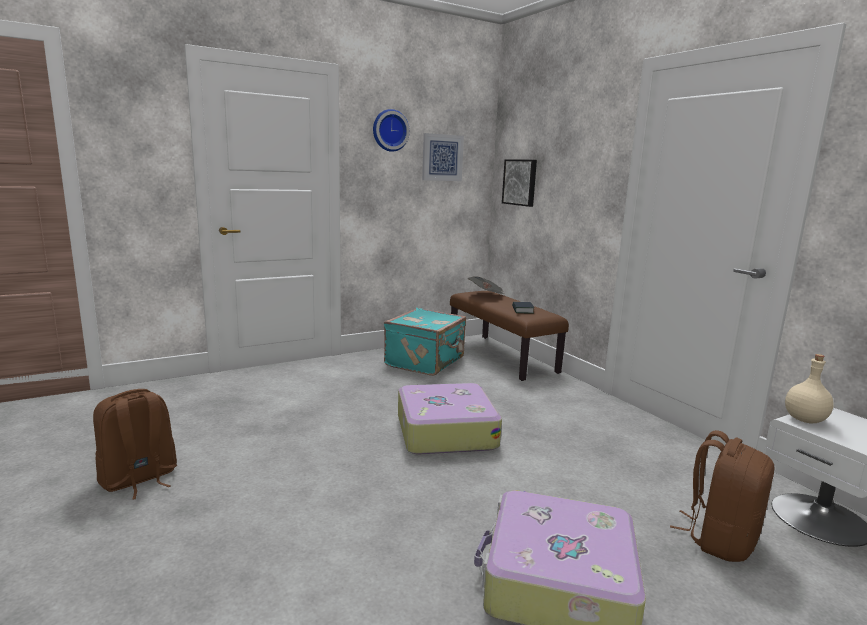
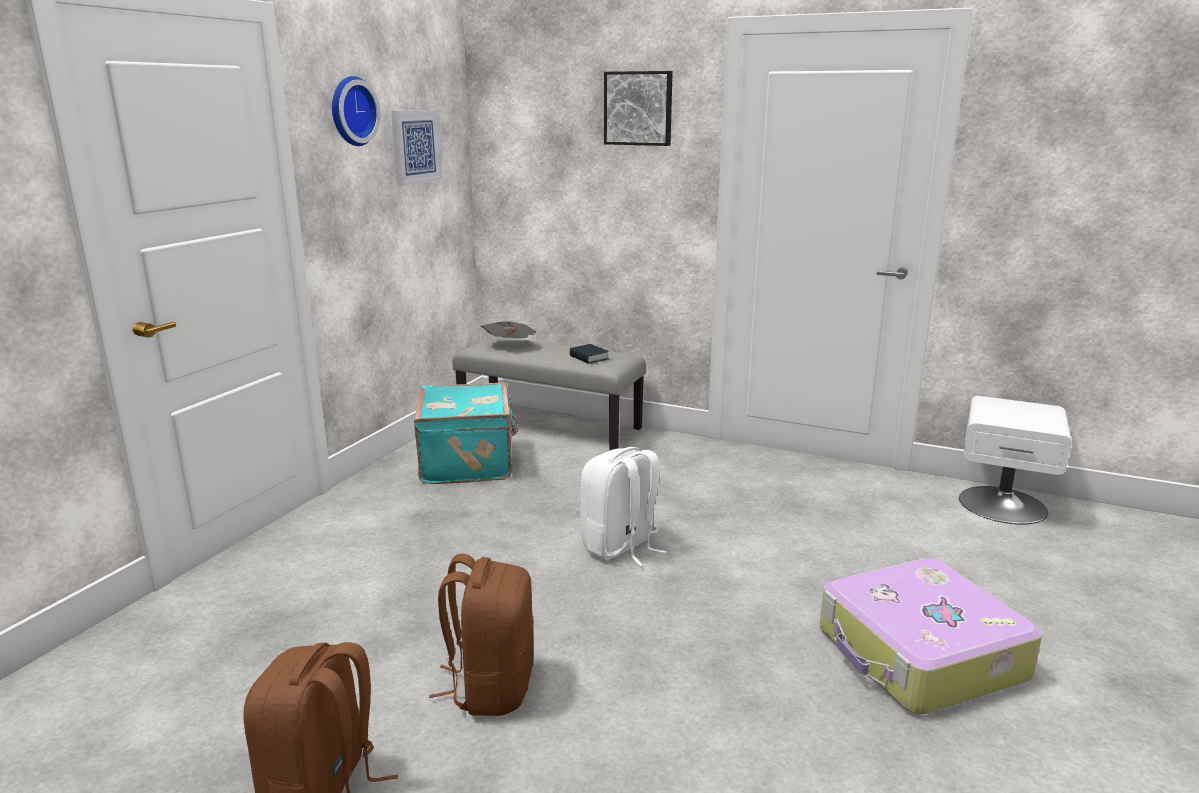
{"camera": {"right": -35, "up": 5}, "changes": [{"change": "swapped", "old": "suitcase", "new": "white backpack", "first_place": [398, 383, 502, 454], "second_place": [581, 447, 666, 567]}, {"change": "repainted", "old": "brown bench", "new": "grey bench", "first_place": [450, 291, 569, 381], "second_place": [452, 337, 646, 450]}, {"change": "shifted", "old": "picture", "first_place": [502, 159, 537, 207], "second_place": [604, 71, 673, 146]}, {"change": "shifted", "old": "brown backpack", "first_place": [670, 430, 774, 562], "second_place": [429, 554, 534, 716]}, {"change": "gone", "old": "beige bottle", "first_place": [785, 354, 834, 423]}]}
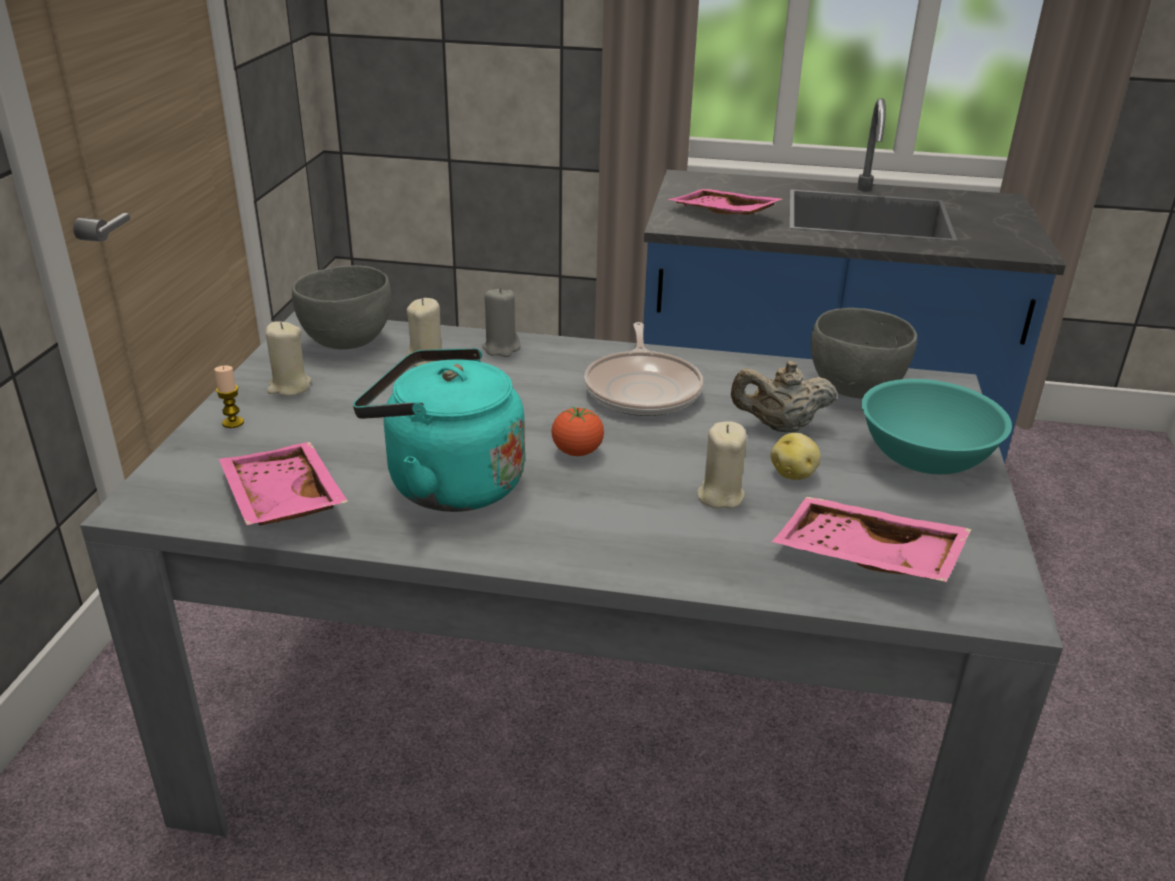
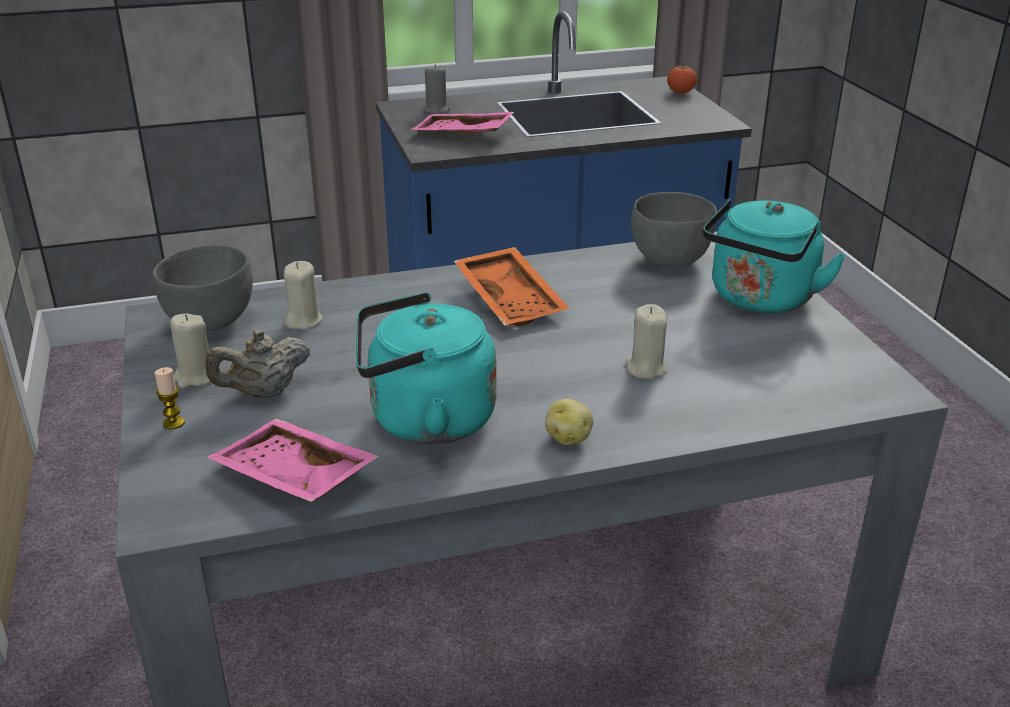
{"camera": {"right": -25, "up": 0}, "changes": [{"change": "shifted", "old": "grey candle", "first_place": [482, 287, 521, 357], "second_place": [424, 64, 450, 114]}, {"change": "shifted", "old": "tomato", "first_place": [551, 407, 604, 456], "second_place": [667, 64, 697, 93]}, {"change": "swapped", "old": "frying pan", "new": "orange tray", "first_place": [584, 322, 703, 416], "second_place": [454, 247, 569, 326]}, {"change": "shifted", "old": "beige teapot", "first_place": [731, 361, 838, 433], "second_place": [205, 330, 310, 398]}, {"change": "shifted", "old": "potato", "first_place": [770, 433, 821, 480], "second_place": [545, 399, 593, 445]}, {"change": "gone", "old": "pink tray", "first_place": [772, 497, 972, 582]}, {"change": "swapped", "old": "turquoise bowl", "new": "turquoise kettle", "first_place": [861, 379, 1012, 474], "second_place": [703, 199, 846, 313]}]}
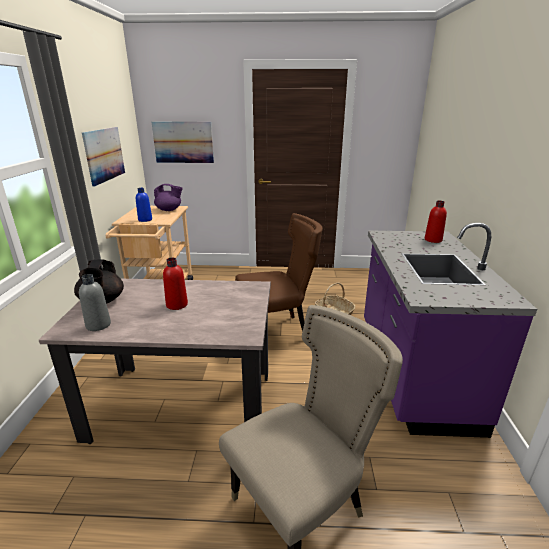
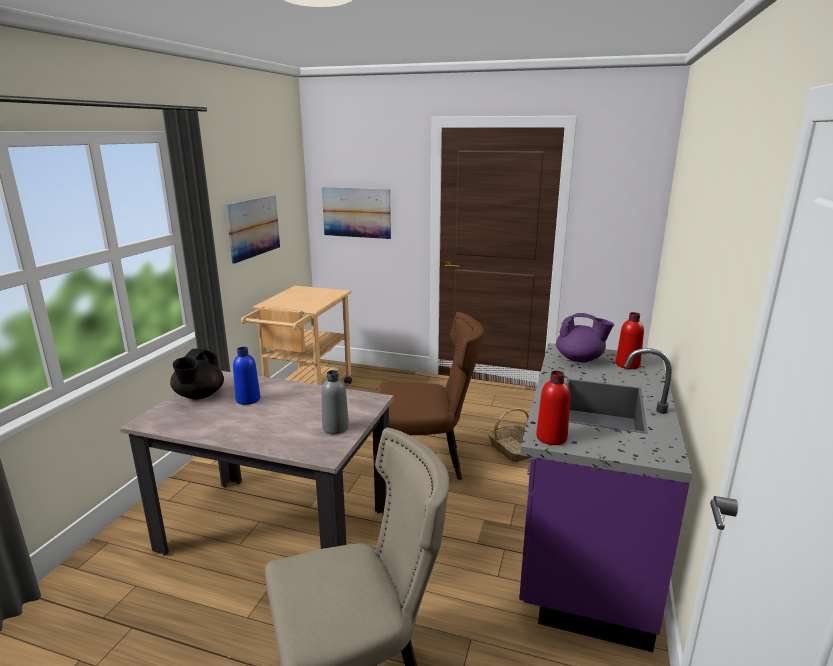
{"camera": {"right": 15, "up": -5}, "changes": [{"change": "shifted", "old": "grey bottle", "first_place": [79, 274, 111, 331], "second_place": [321, 370, 349, 434]}, {"change": "shifted", "old": "blue bottle", "first_place": [136, 188, 152, 222], "second_place": [233, 347, 260, 405]}, {"change": "shifted", "old": "purple teapot", "first_place": [154, 184, 183, 211], "second_place": [556, 313, 614, 362]}, {"change": "shifted", "old": "red bottle", "first_place": [163, 258, 188, 310], "second_place": [536, 371, 570, 445]}]}
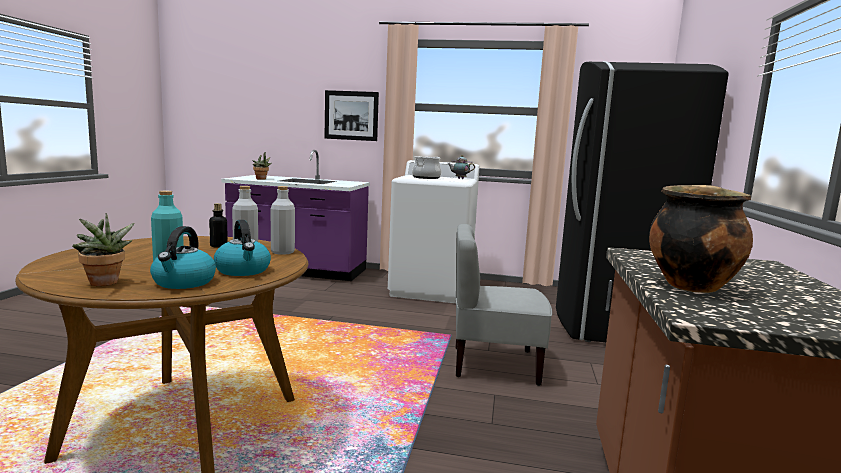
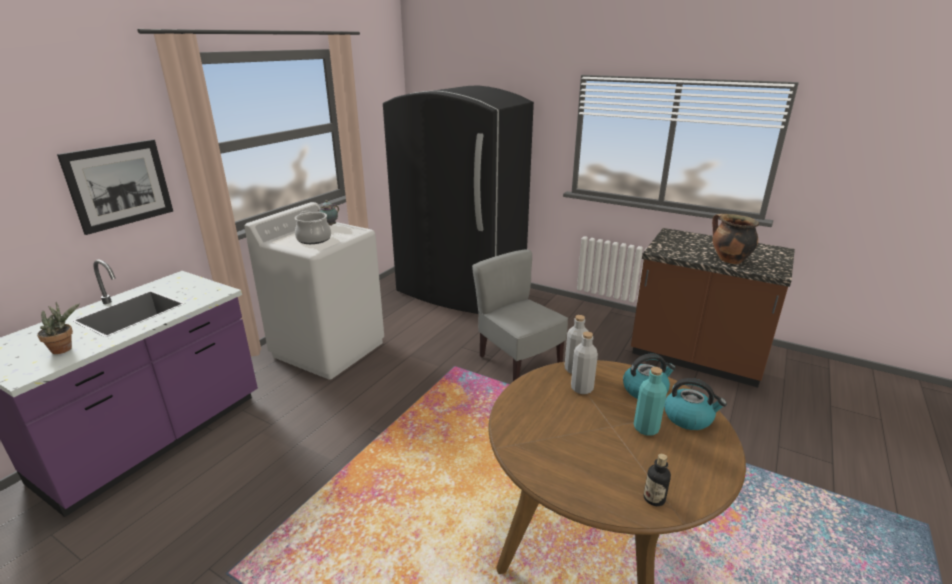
{"camera": {"right": -70, "up": 15}, "changes": [{"change": "gone", "old": "potted plant", "first_place": [72, 213, 134, 286]}, {"change": "shifted", "old": "bottle", "first_place": [209, 203, 228, 248], "second_place": [644, 454, 671, 506]}, {"change": "rotated", "old": "grey chair", "first_place": [455, 224, 552, 386], "second_place": [472, 249, 568, 381], "degrees": 120}]}
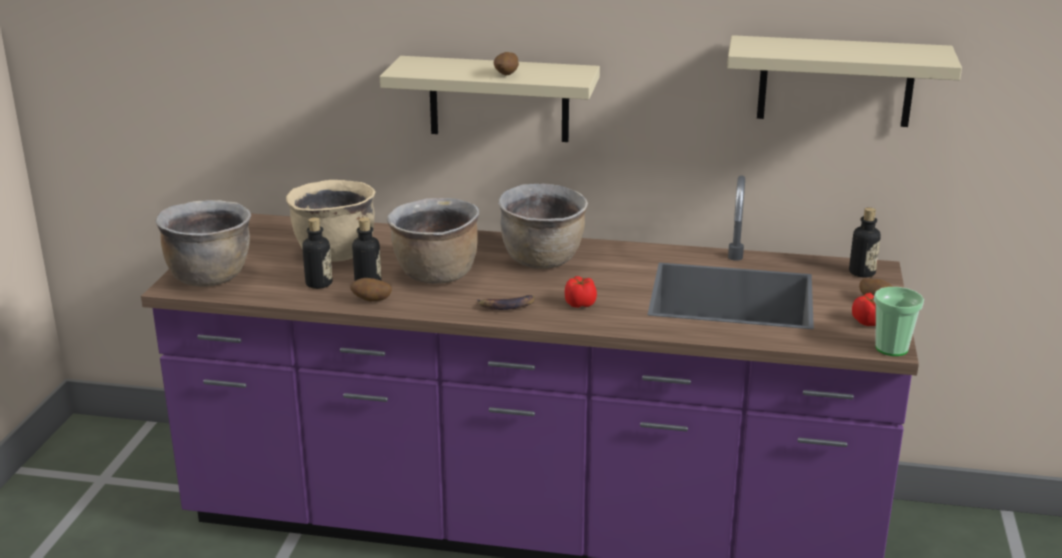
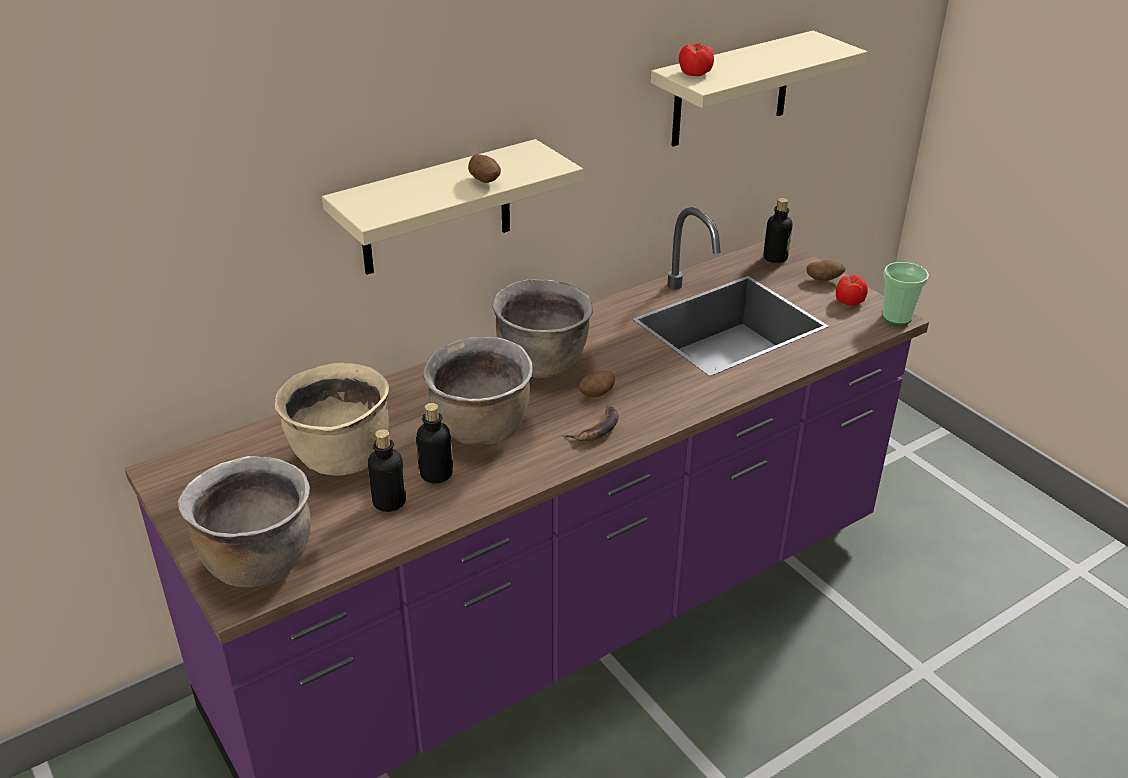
{"camera": {"right": -45, "up": 10}, "changes": [{"change": "shifted", "old": "potato", "first_place": [350, 278, 392, 302], "second_place": [579, 371, 615, 397]}, {"change": "shifted", "old": "tomato", "first_place": [565, 276, 597, 308], "second_place": [679, 43, 714, 76]}]}
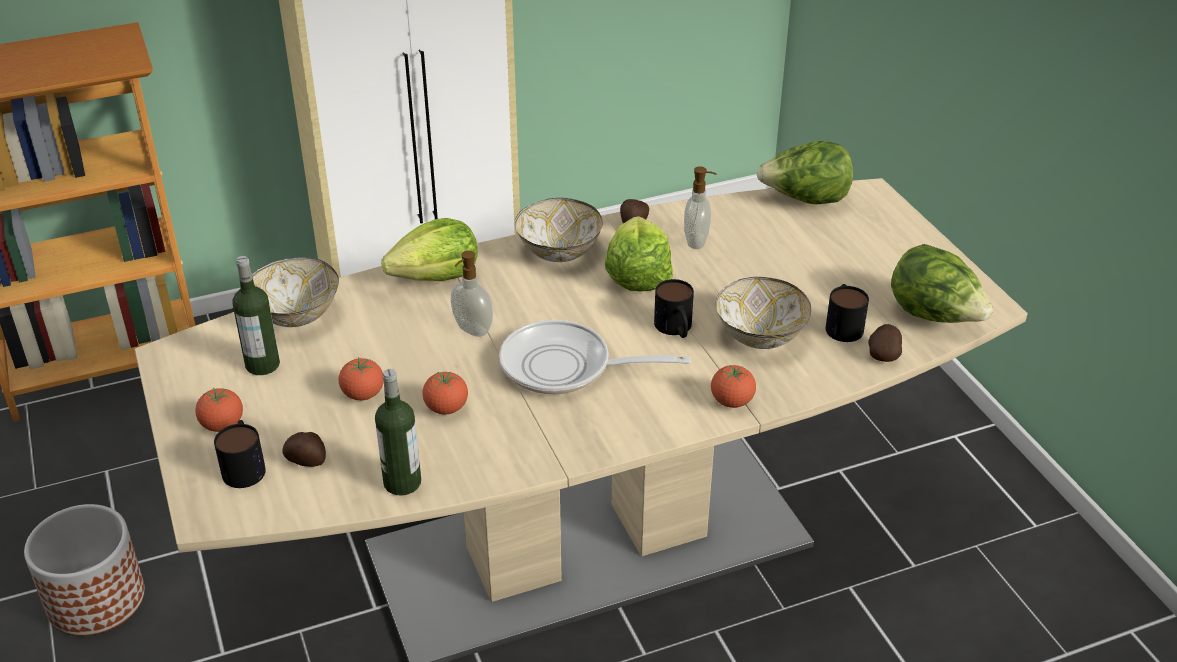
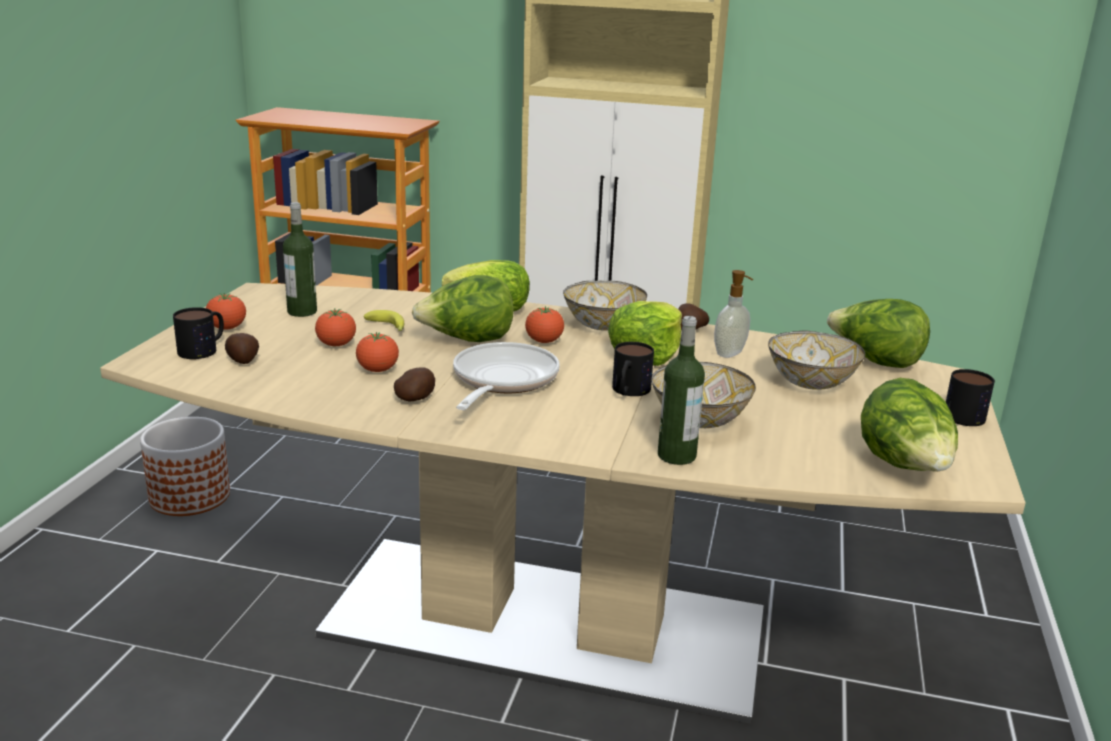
{"camera": {"right": 35, "up": -15}, "changes": [{"change": "shifted", "old": "bowl", "first_place": [252, 257, 339, 327], "second_place": [768, 331, 865, 390]}, {"change": "shifted", "old": "bottle", "first_place": [375, 369, 421, 495], "second_place": [658, 316, 705, 465]}, {"change": "swapped", "old": "soap dispenser", "new": "lettuce", "first_place": [451, 251, 493, 337], "second_place": [412, 275, 513, 342]}, {"change": "rotated", "old": "frying pan", "first_place": [499, 320, 691, 395], "second_place": [453, 342, 560, 410], "degrees": 60}, {"change": "shifted", "old": "tomato", "first_place": [711, 365, 756, 408], "second_place": [525, 306, 564, 343]}, {"change": "shifted", "old": "mug", "first_place": [826, 284, 869, 342], "second_place": [946, 369, 995, 426]}, {"change": "shifted", "old": "potato", "first_place": [868, 324, 902, 362], "second_place": [394, 367, 435, 402]}, {"change": "new", "new": "banana", "second_place": [363, 310, 404, 331]}]}
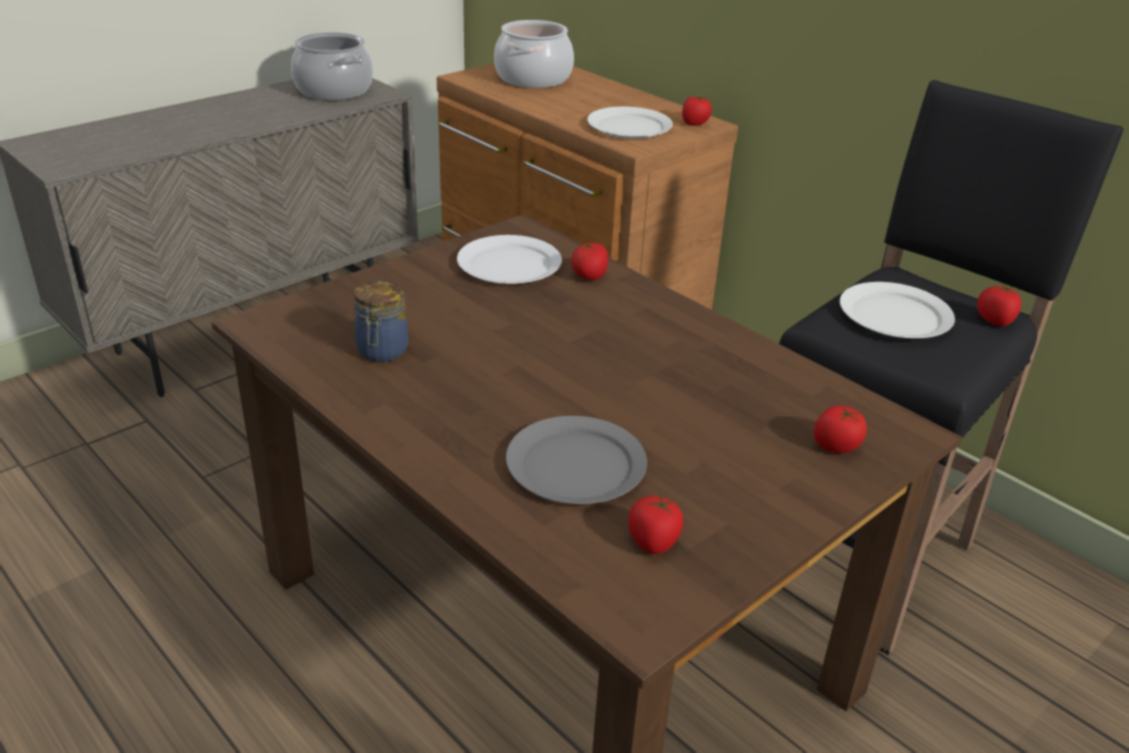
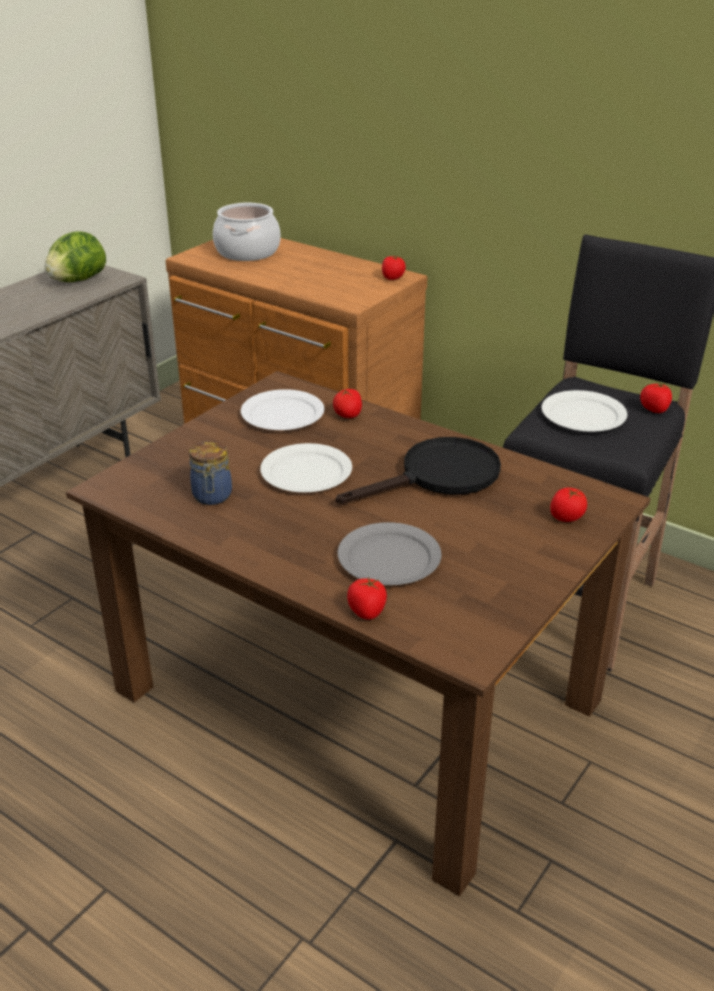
{"camera": {"right": -10, "up": 0}, "changes": [{"change": "swapped", "old": "cooking pot", "new": "lettuce", "first_place": [291, 32, 373, 100], "second_place": [45, 231, 106, 282]}, {"change": "shifted", "old": "white plate", "first_place": [587, 107, 673, 139], "second_place": [260, 443, 352, 492]}, {"change": "shifted", "old": "tomato", "first_place": [628, 495, 683, 554], "second_place": [347, 577, 387, 620]}, {"change": "new", "new": "black frying pan", "second_place": [336, 437, 501, 504]}]}
